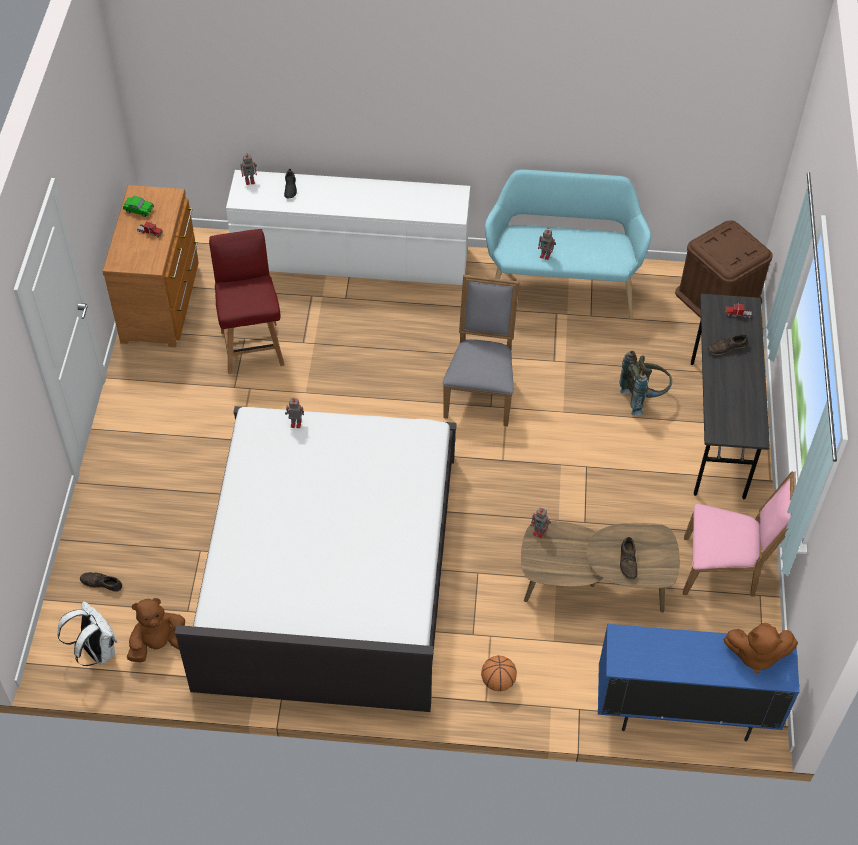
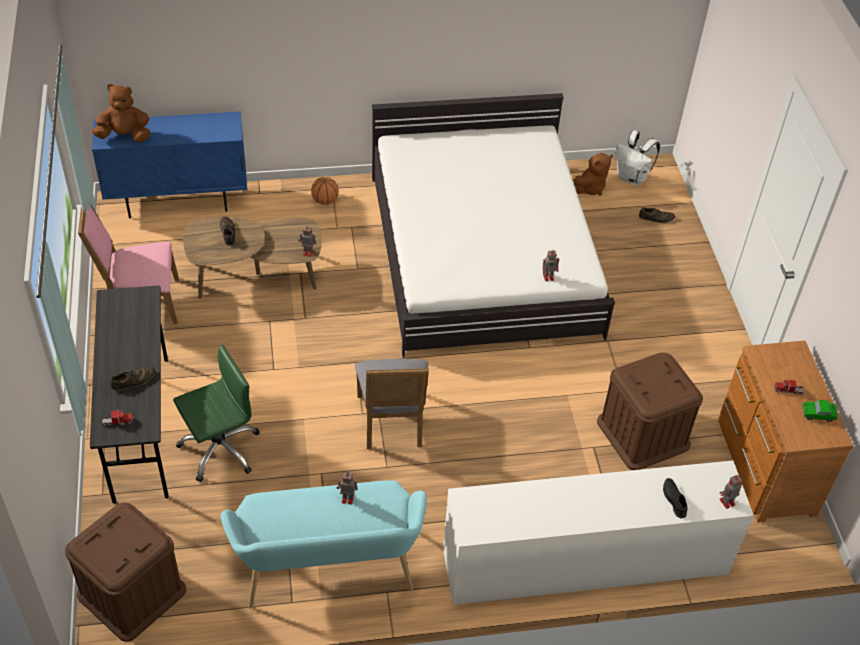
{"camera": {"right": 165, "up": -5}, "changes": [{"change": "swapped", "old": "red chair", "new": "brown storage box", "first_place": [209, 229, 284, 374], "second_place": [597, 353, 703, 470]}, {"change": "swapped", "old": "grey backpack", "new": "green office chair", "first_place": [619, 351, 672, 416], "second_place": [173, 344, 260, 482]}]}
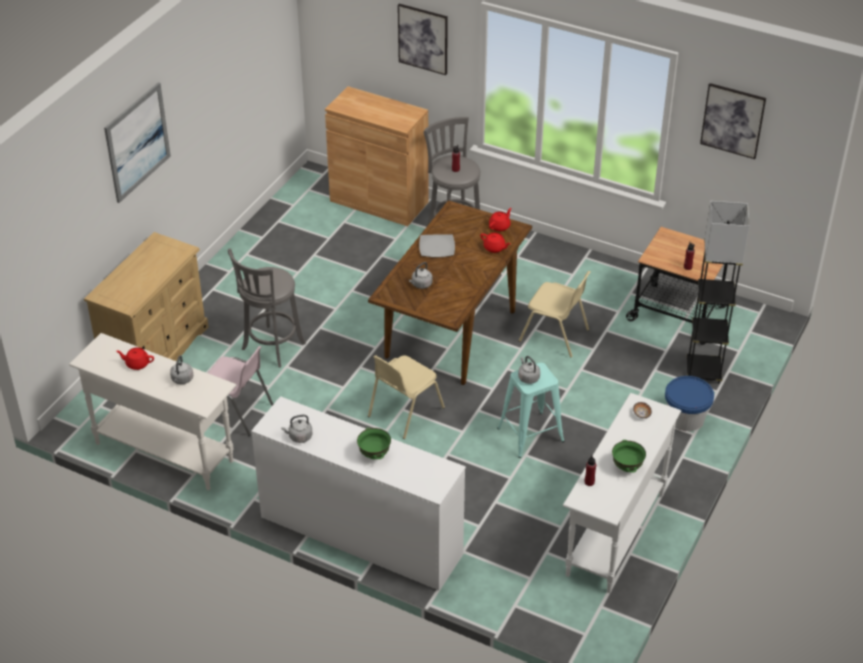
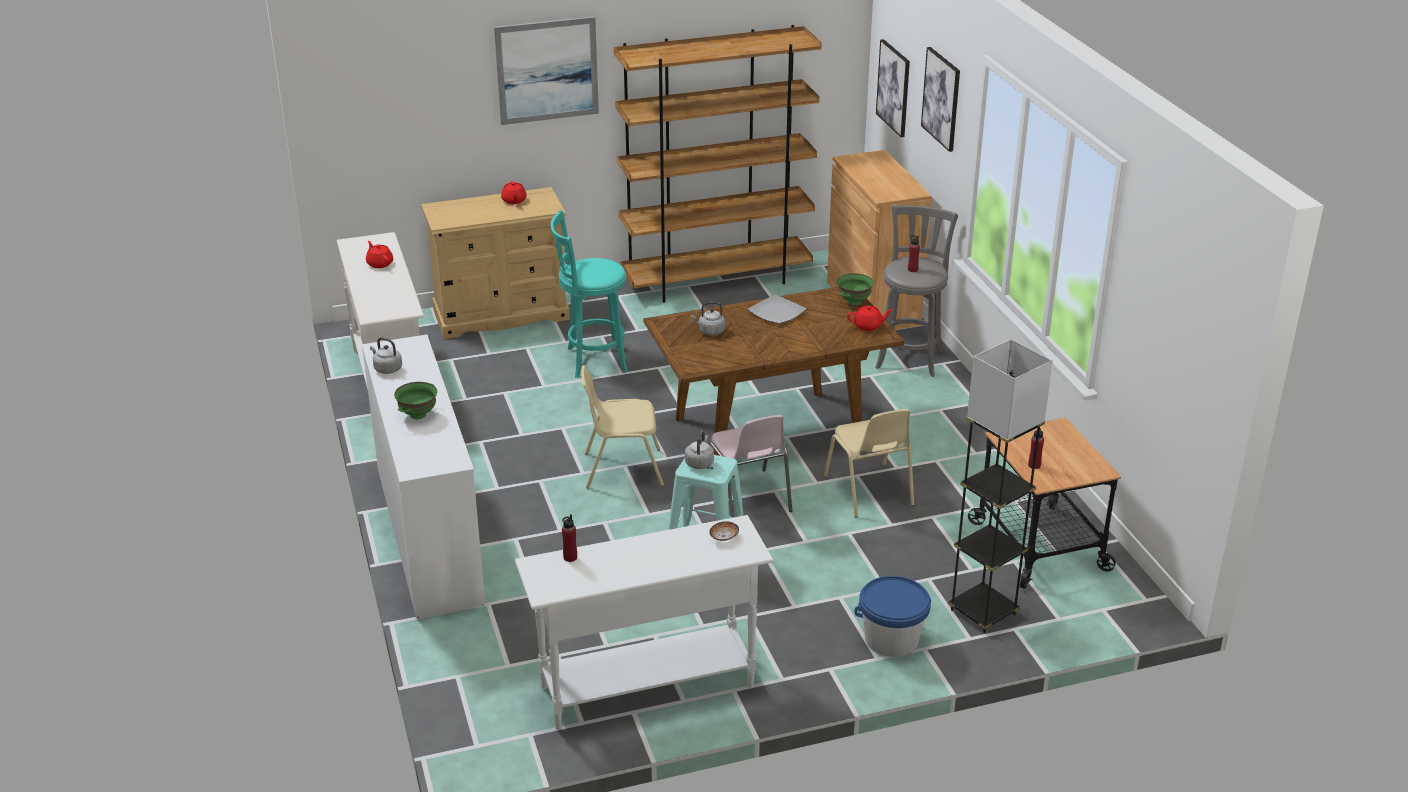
{"camera": {"right": 45, "up": -10}, "changes": [{"change": "gone", "old": "grey kettle", "first_place": [170, 355, 193, 384]}, {"change": "shifted", "old": "pink chair", "first_place": [208, 346, 273, 436], "second_place": [707, 415, 792, 517]}, {"change": "repainted", "old": "grey stool", "new": "turquoise stool", "first_place": [228, 249, 306, 368], "second_place": [551, 210, 628, 378]}, {"change": "shifted", "old": "red teapot", "first_place": [480, 232, 511, 253], "second_place": [501, 181, 527, 204]}, {"change": "shifted", "old": "green bowl", "first_place": [612, 440, 646, 473], "second_place": [837, 273, 874, 305]}, {"change": "shifted", "old": "picture", "first_place": [700, 83, 766, 159], "second_place": [876, 39, 910, 137]}, {"change": "new", "new": "brown bookcase", "second_place": [614, 25, 822, 303]}]}
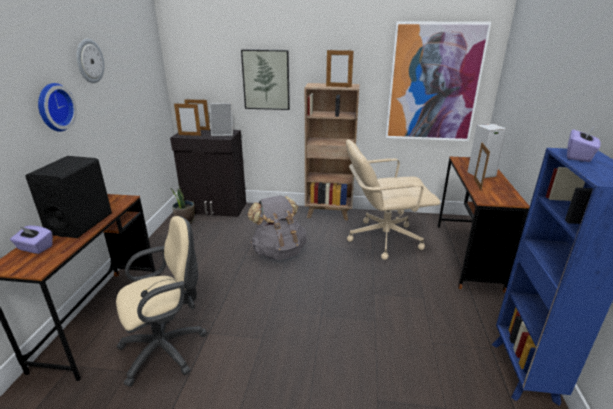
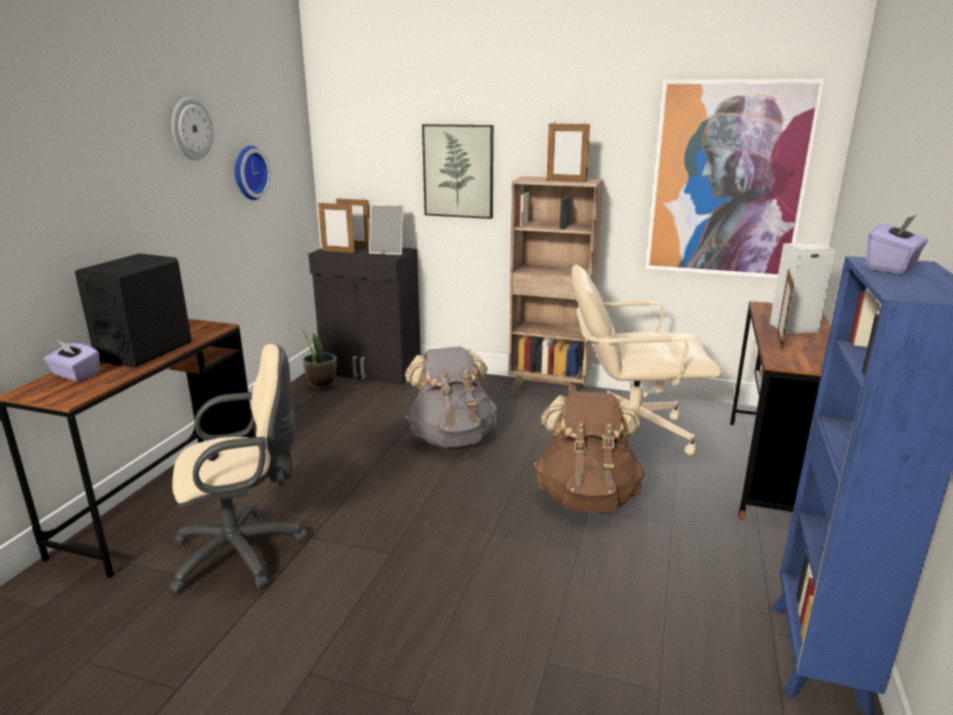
{"camera": {"right": 10, "up": -5}, "changes": [{"change": "shifted", "old": "wall clock", "first_place": [38, 83, 77, 132], "second_place": [235, 146, 271, 200]}, {"change": "new", "new": "brown backpack", "second_place": [534, 391, 645, 512]}]}
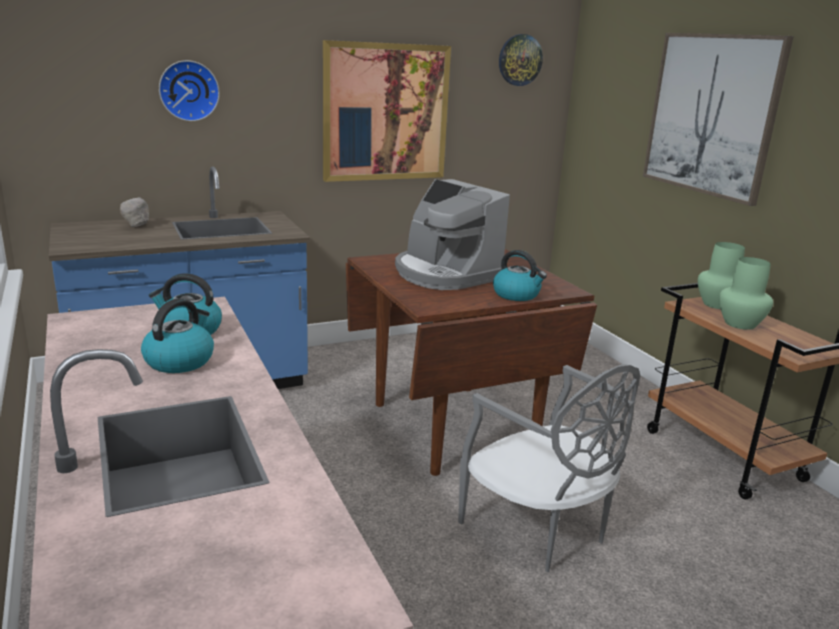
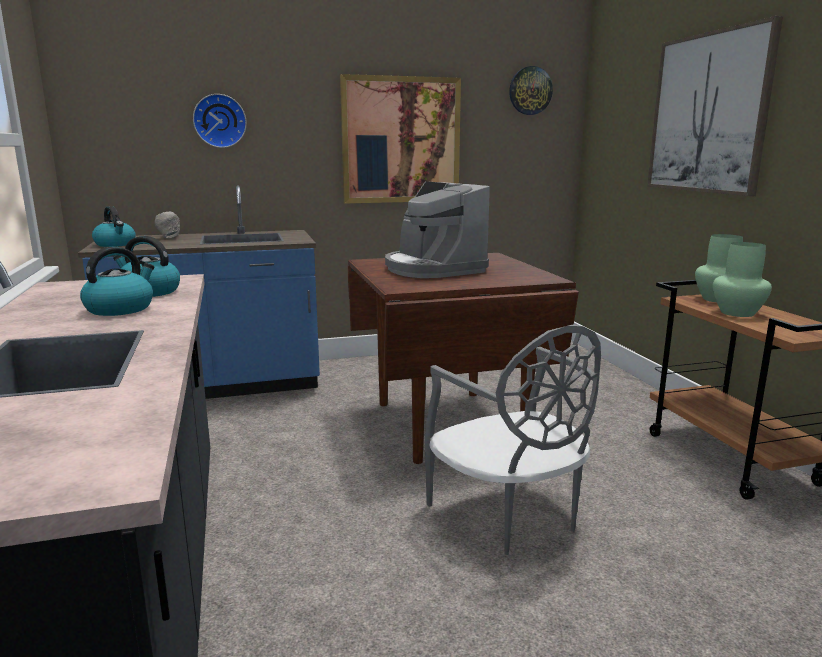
{"camera": {"right": 10, "up": -5}, "changes": [{"change": "shifted", "old": "kettle", "first_place": [493, 250, 547, 301], "second_place": [92, 206, 136, 247]}]}
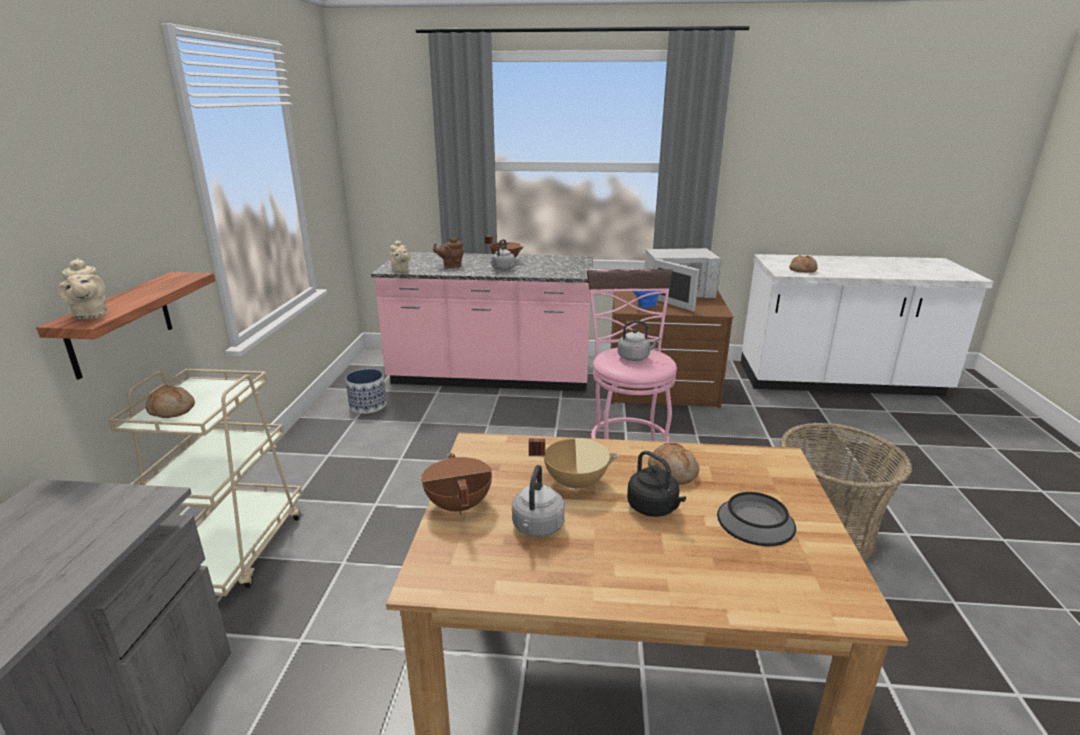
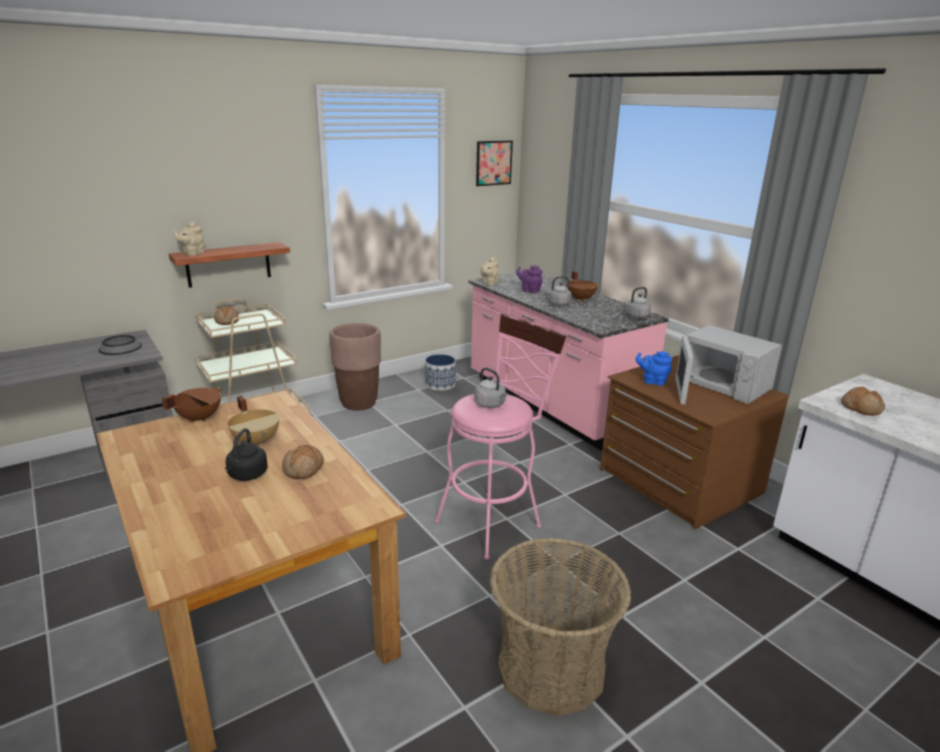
{"camera": {"right": 50, "up": 0}, "changes": [{"change": "repainted", "old": "brown teapot", "new": "purple teapot", "first_place": [433, 238, 464, 268], "second_place": [516, 265, 542, 293]}, {"change": "shifted", "old": "grey kettle", "first_place": [512, 465, 565, 537], "second_place": [623, 287, 651, 318]}, {"change": "shifted", "old": "bowl", "first_place": [717, 492, 796, 546], "second_place": [99, 335, 142, 355]}, {"change": "new", "new": "brown planter", "second_place": [329, 323, 381, 411]}, {"change": "new", "new": "picture", "second_place": [476, 140, 513, 186]}]}
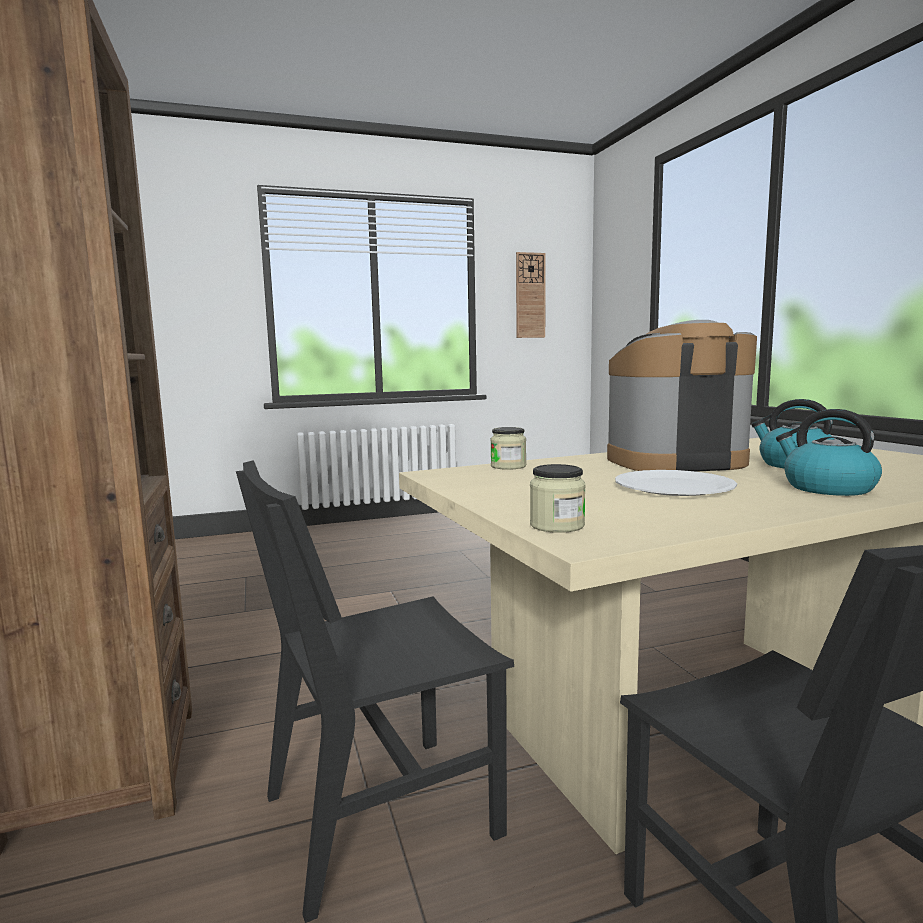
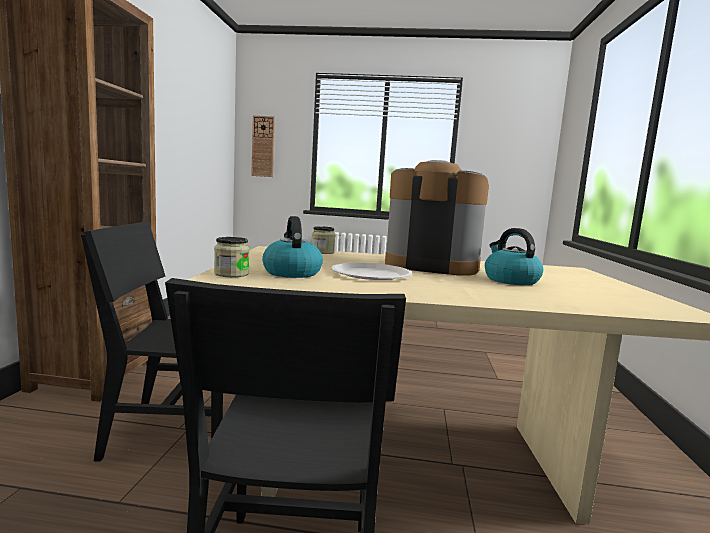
{"camera": {"right": 25, "up": 0}, "changes": [{"change": "shifted", "old": "wall clock", "first_place": [516, 252, 546, 338], "second_place": [251, 116, 275, 177]}, {"change": "shifted", "old": "kettle", "first_place": [776, 409, 882, 496], "second_place": [262, 216, 323, 278]}]}
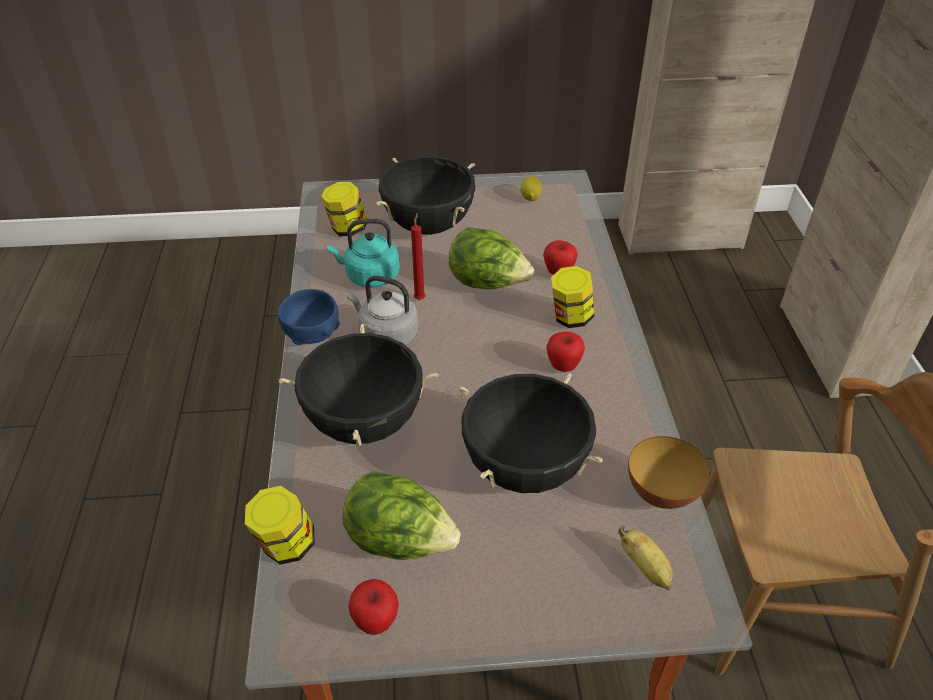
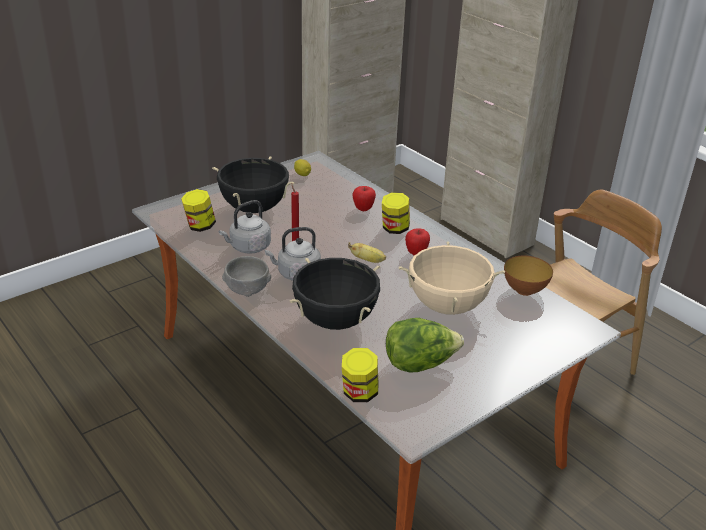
{"camera": {"right": -35, "up": -10}, "changes": [{"change": "repainted", "old": "blue bowl", "new": "grey bowl", "first_place": [278, 289, 340, 345], "second_place": [222, 256, 271, 297]}, {"change": "repainted", "old": "turquoise kettle", "new": "grey kettle", "first_place": [327, 219, 400, 288], "second_place": [219, 200, 271, 254]}, {"change": "gone", "old": "apple", "first_place": [348, 579, 399, 635]}, {"change": "gone", "old": "lettuce", "first_place": [449, 228, 534, 289]}, {"change": "repainted", "old": "black cooking pot", "new": "beige cooking pot", "first_place": [459, 373, 603, 493], "second_place": [399, 241, 505, 315]}, {"change": "shifted", "old": "banana", "first_place": [618, 525, 673, 590], "second_place": [348, 242, 386, 263]}]}
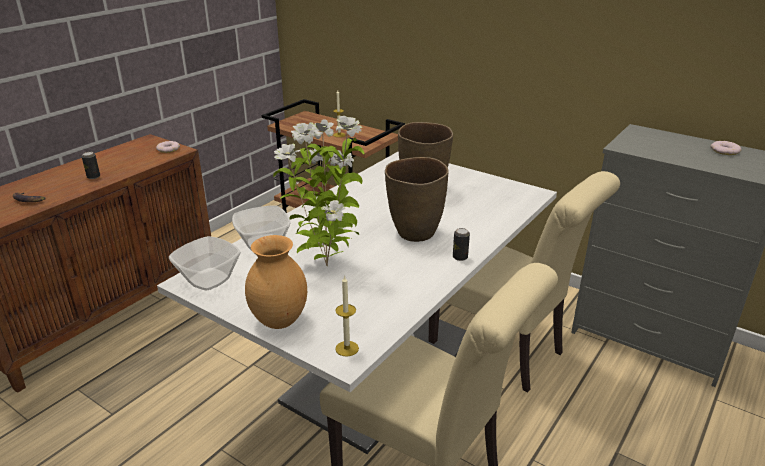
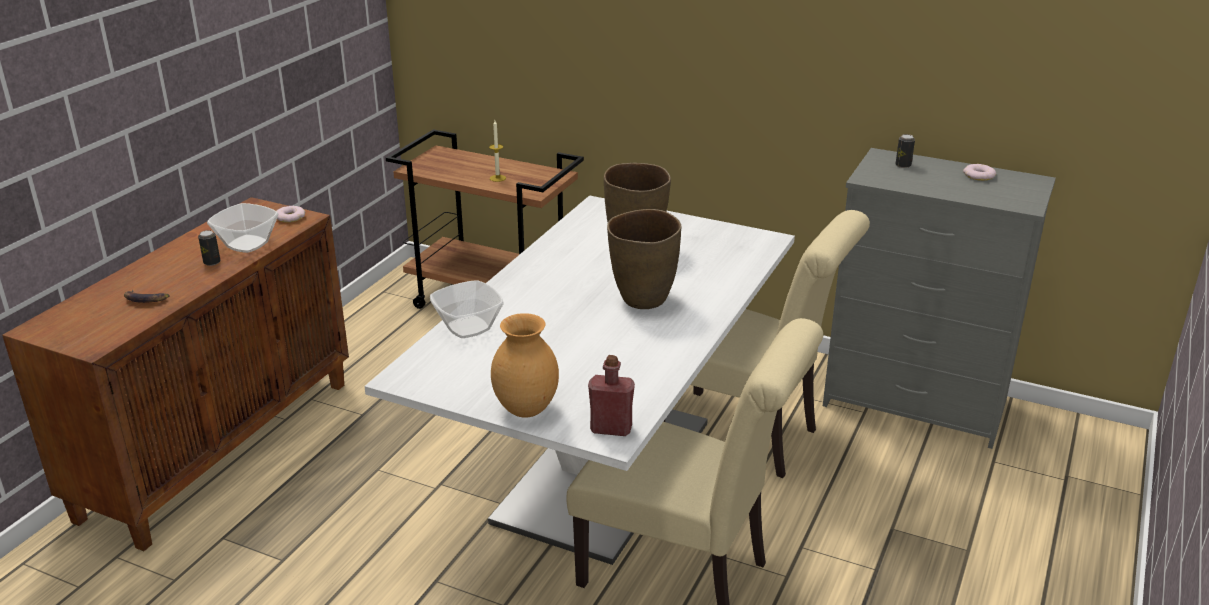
{"camera": {"right": -10, "up": 0}, "changes": [{"change": "shifted", "old": "bowl", "first_place": [169, 236, 241, 291], "second_place": [207, 203, 279, 253]}, {"change": "gone", "old": "potted plant", "first_place": [273, 116, 365, 266]}, {"change": "swapped", "old": "candle", "new": "red bottle", "first_place": [335, 275, 359, 357], "second_place": [588, 355, 635, 436]}, {"change": "shifted", "old": "can", "first_place": [453, 228, 470, 261], "second_place": [895, 134, 915, 168]}]}
